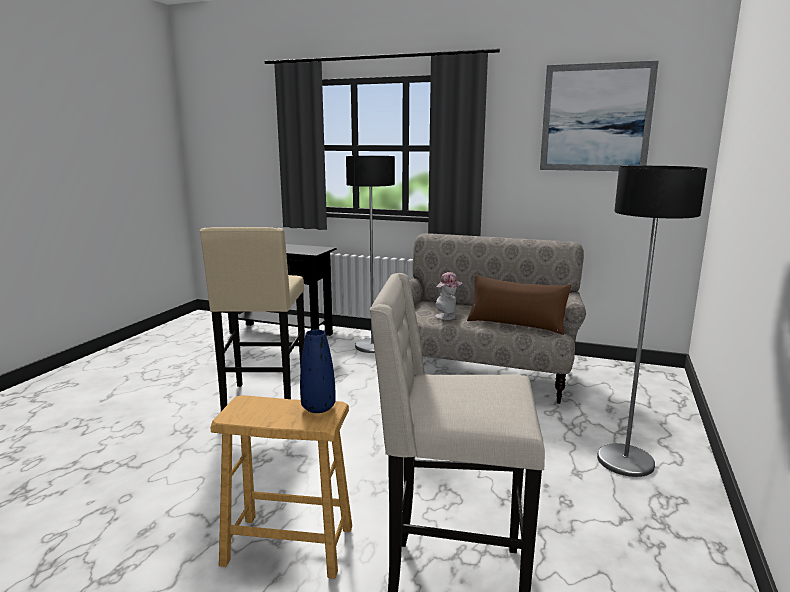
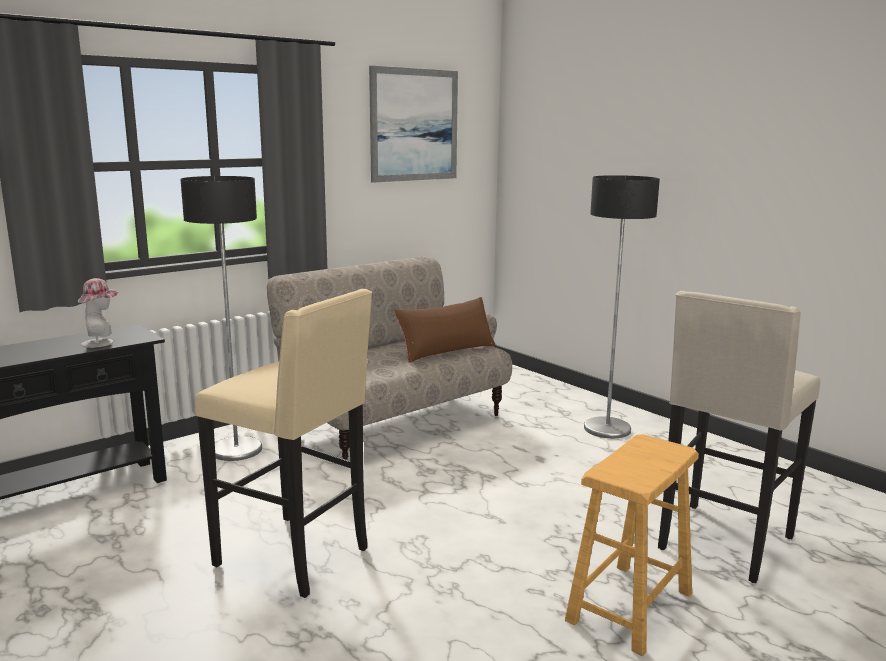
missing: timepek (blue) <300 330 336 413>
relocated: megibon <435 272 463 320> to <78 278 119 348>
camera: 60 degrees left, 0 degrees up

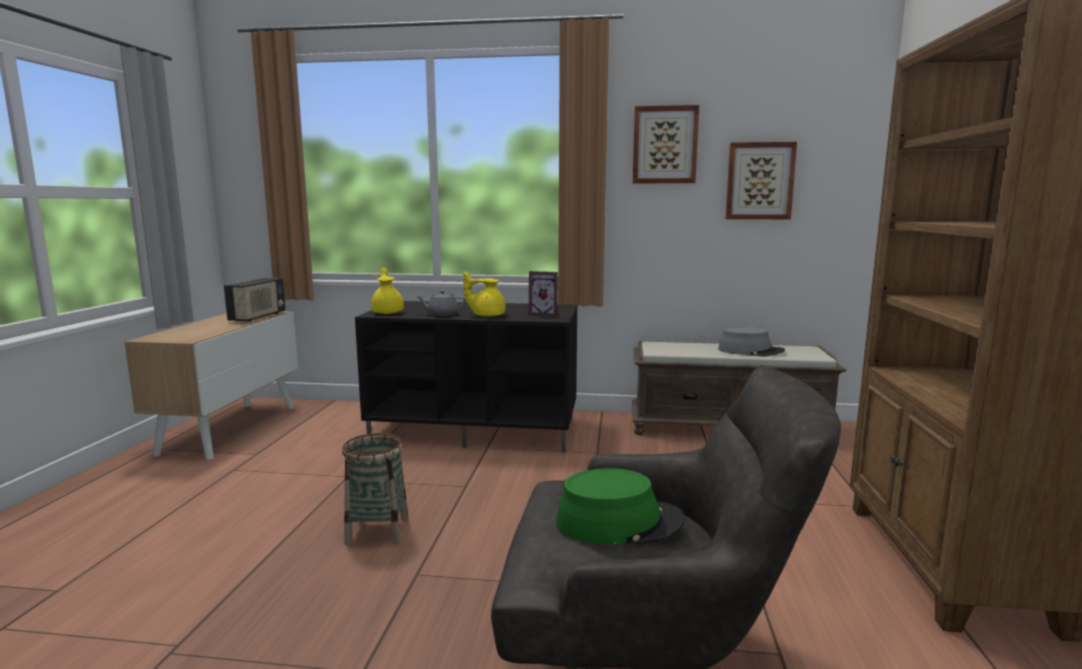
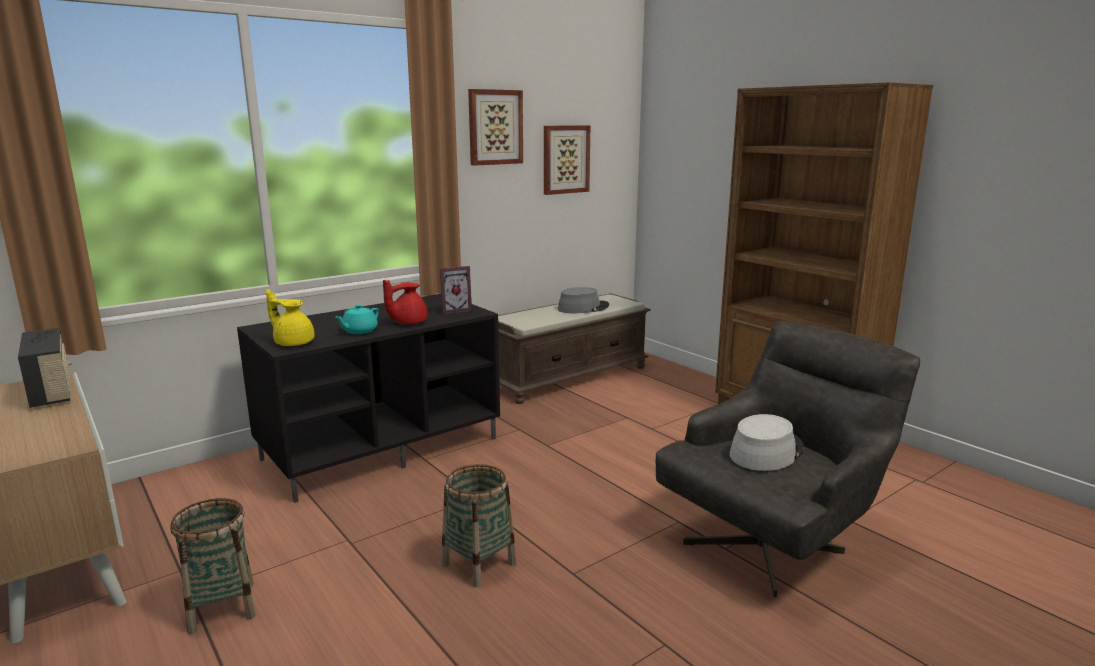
appeared: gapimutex <170 498 256 634>
colour: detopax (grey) <416 290 466 316> to detopax (turquoise) <335 304 379 334>; detopax (yellow) <463 272 506 317> to detopax (red) <383 280 427 325>; megibon (green) <556 468 685 545> to megibon (grey) <730 414 804 471>
camera: 45 degrees left, 5 degrees up

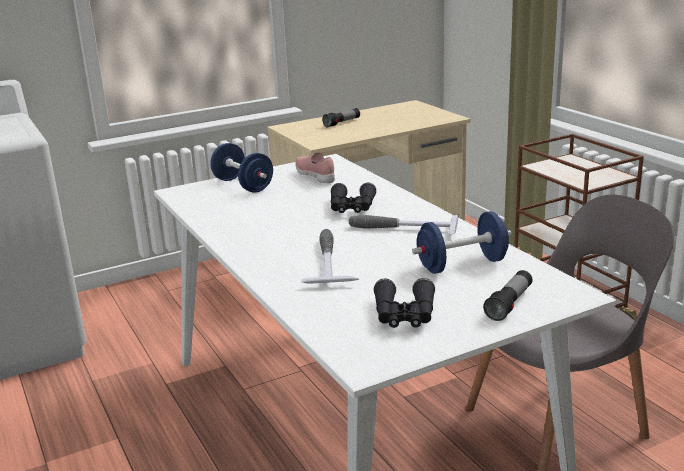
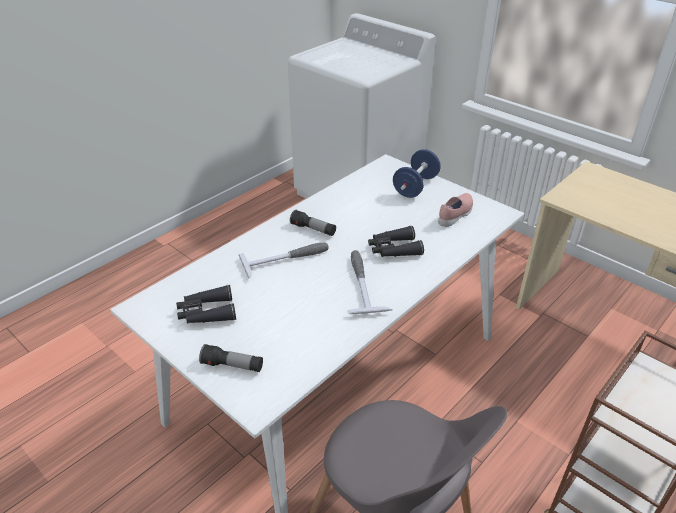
missing: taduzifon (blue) <412 211 512 274>
relocated: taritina <322 108 360 128> to <290 210 336 236>
camera: 70 degrees right, 15 degrees up

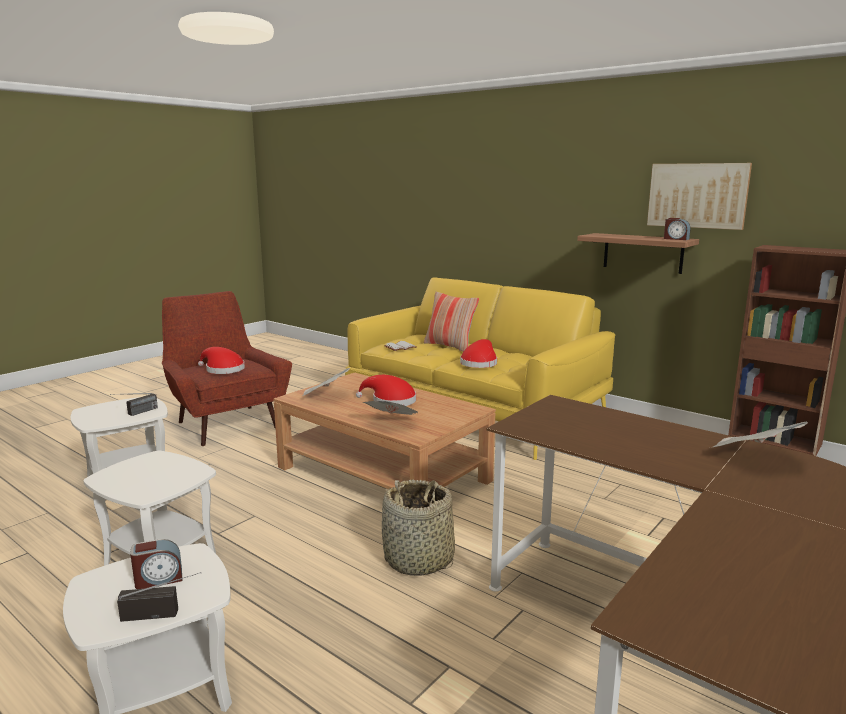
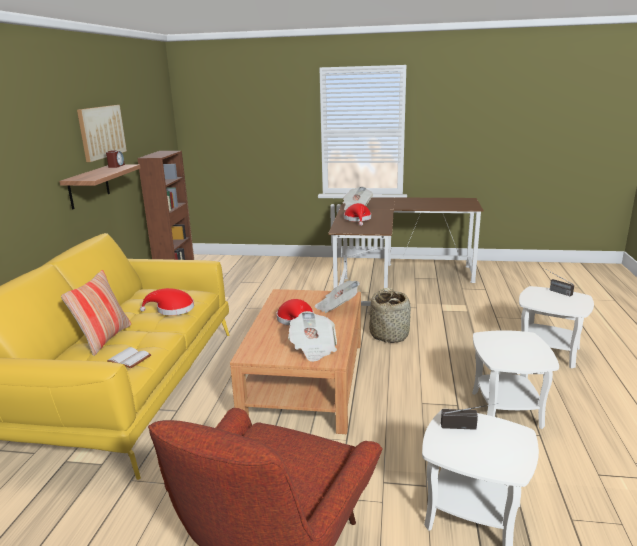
missing: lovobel <130 539 182 589>
relocated: megibon (red) <198 347 245 374> to <344 203 371 226>
camera: 120 degrees left, 5 degrees up

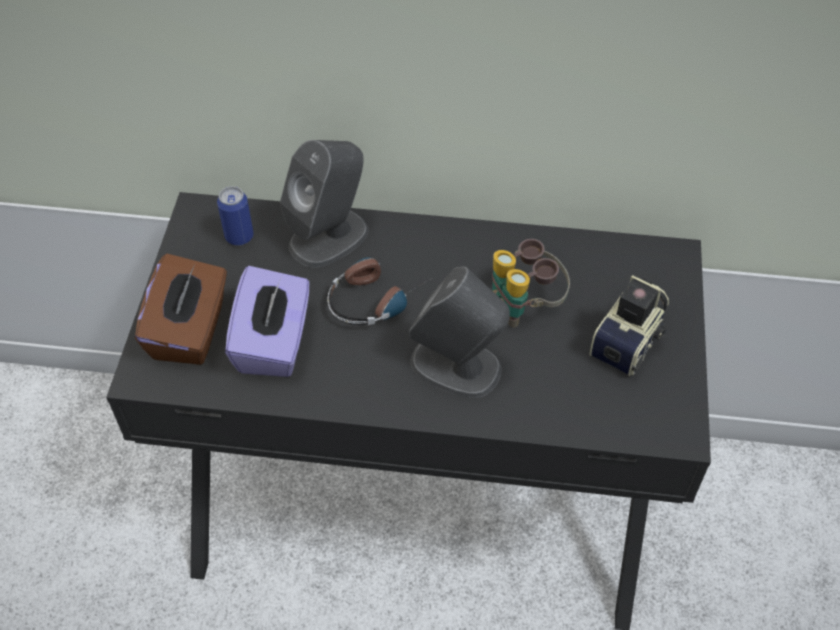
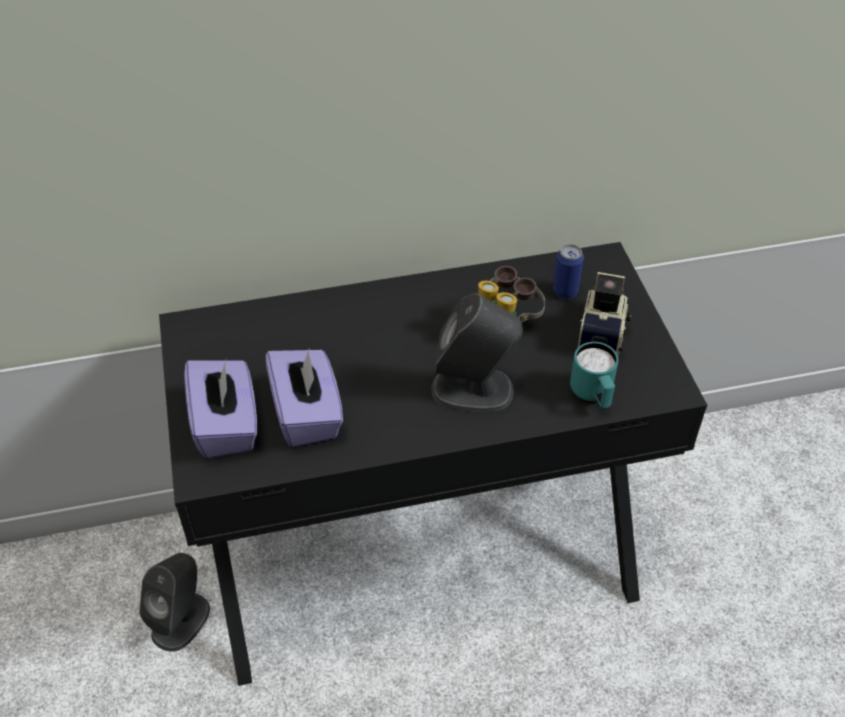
missing: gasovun <327 257 432 325>
appeared: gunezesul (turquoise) <570 342 619 408>
relocated: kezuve <217 186 254 246> to <553 244 584 299>; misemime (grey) <280 140 369 268> to <139 553 210 652>
colour: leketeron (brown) <135 254 227 365> to leketeron (purple) <184 360 257 458>
camera: 20 degrees left, 5 degrees down

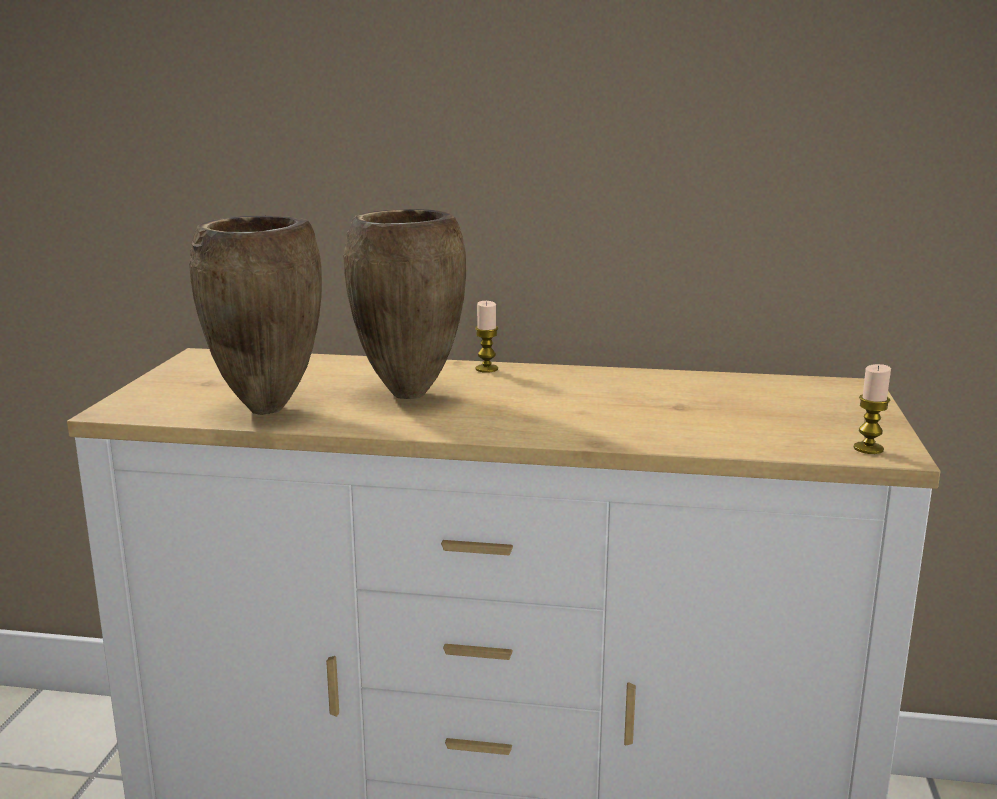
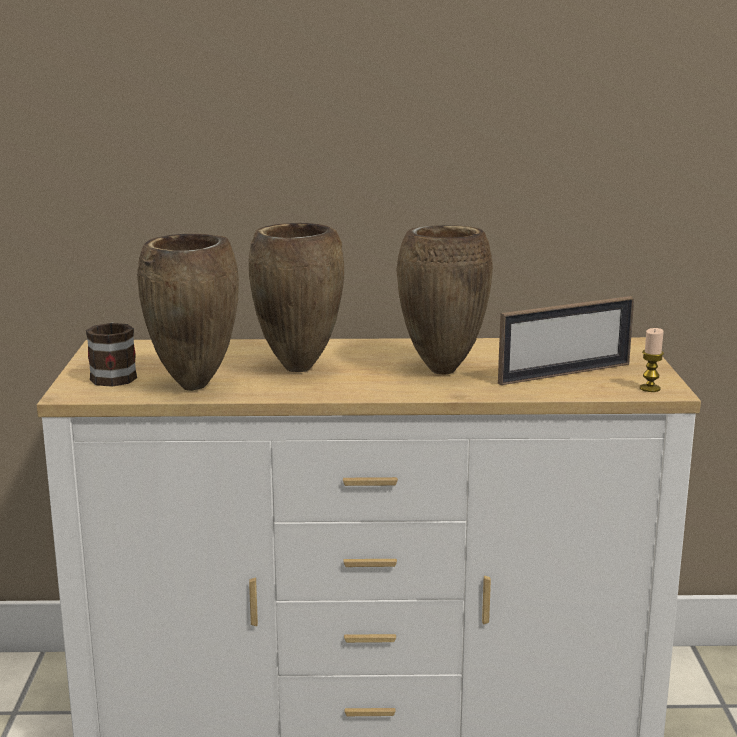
missing: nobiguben <475 301 498 373>
appeared: gunezesul <86 323 137 387>; timepek (brown) <396 225 493 375>; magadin <498 296 634 385>
camera: 10 degrees left, 0 degrees up

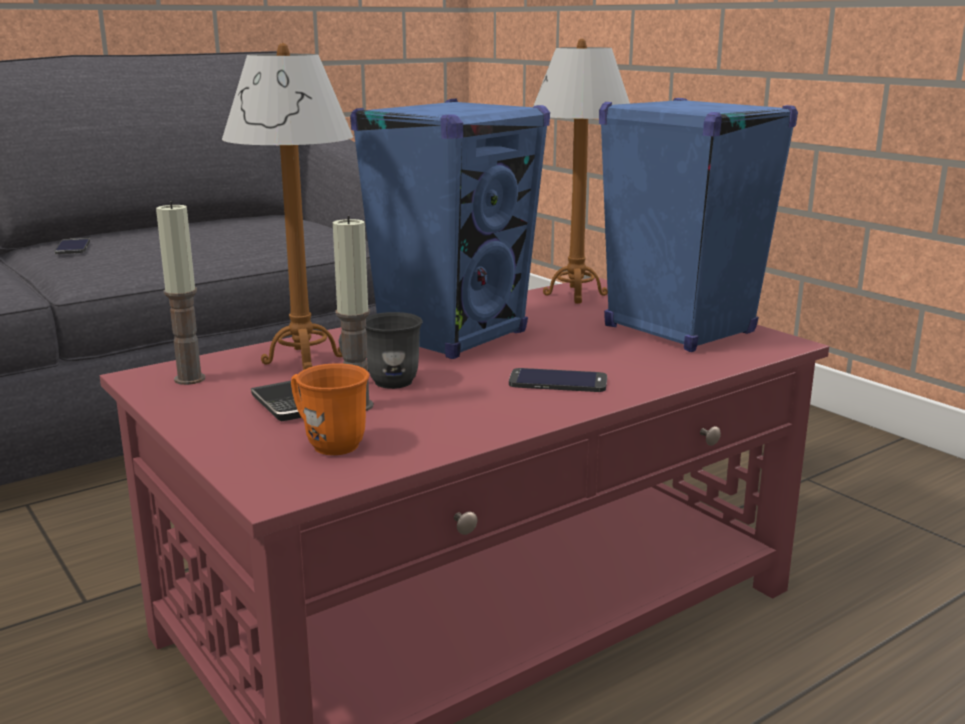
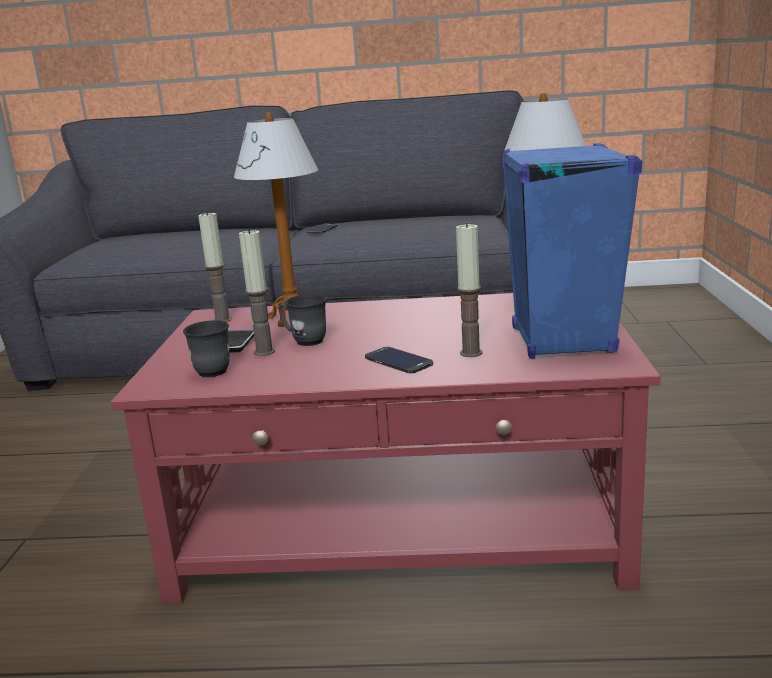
missing: misemime (blue) <350 99 550 359>
appeared: nobiguben <456 222 483 357>
colour: gunezesul (orange) <291 363 369 455> to gunezesul (grey) <183 320 230 377>
camera: 40 degrees right, 0 degrees up

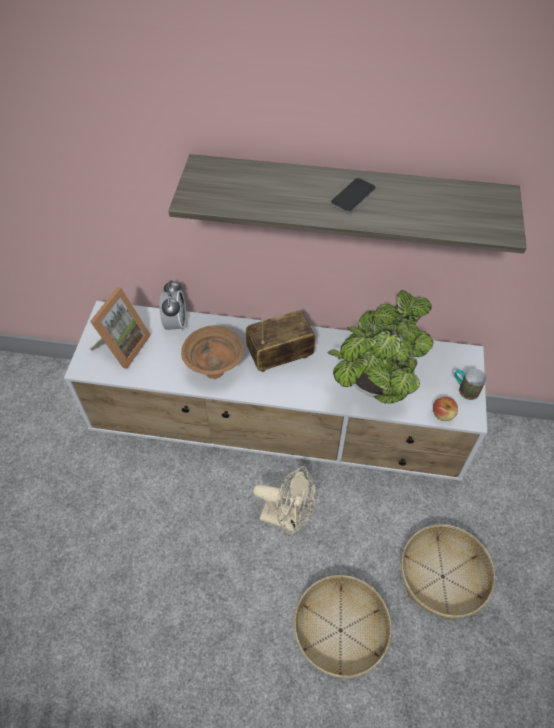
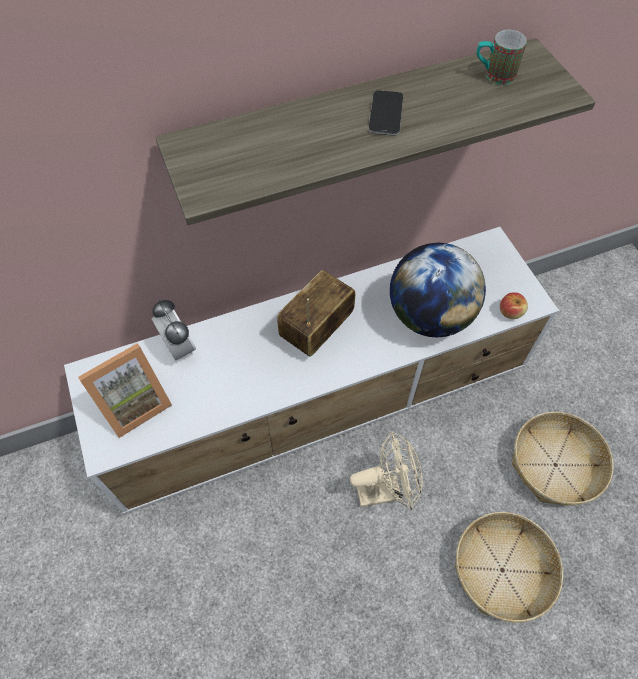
missing: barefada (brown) <181 326 244 379>
relocated: gunezesul <454 368 486 400> to <477 30 527 85>
exchanged: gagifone <328 290 434 404> to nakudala <390 243 486 337>
spun: magadin <90 287 151 369> = <78 343 172 438> 60 degrees clockwise
camera: 30 degrees left, 5 degrees up

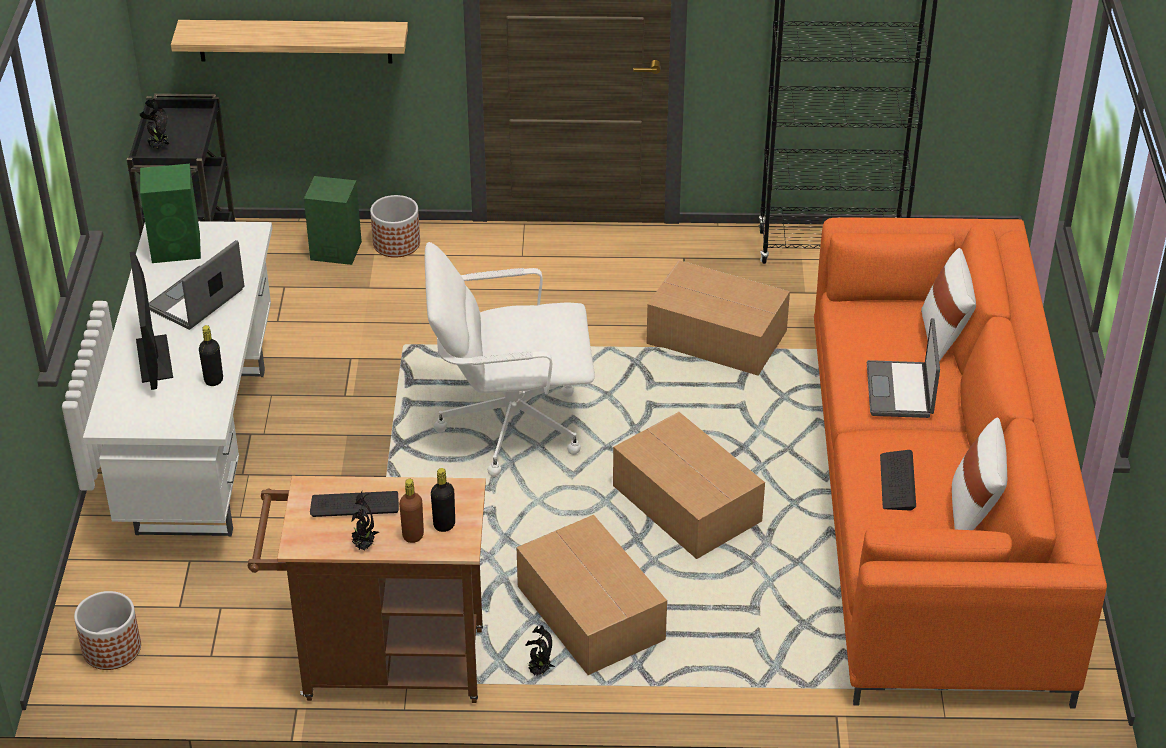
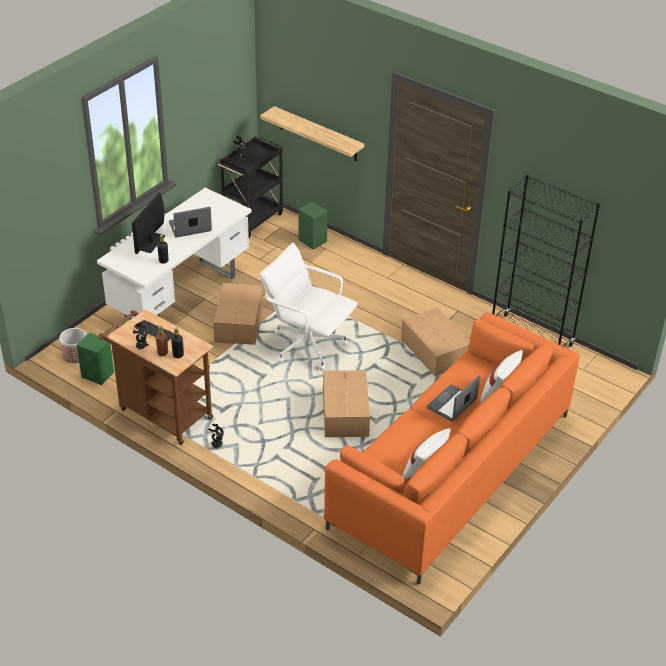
missing: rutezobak <370 195 420 258>; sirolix <880 450 916 511>
relocated: misemime (green) <140 164 201 263> to <77 332 114 385>; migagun <517 515 667 675> to <214 283 263 345>
camera: 35 degrees right, 0 degrees up

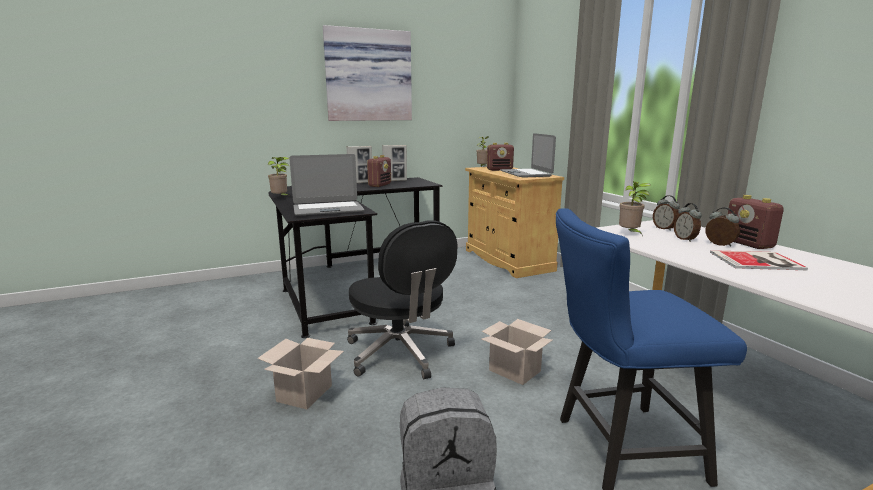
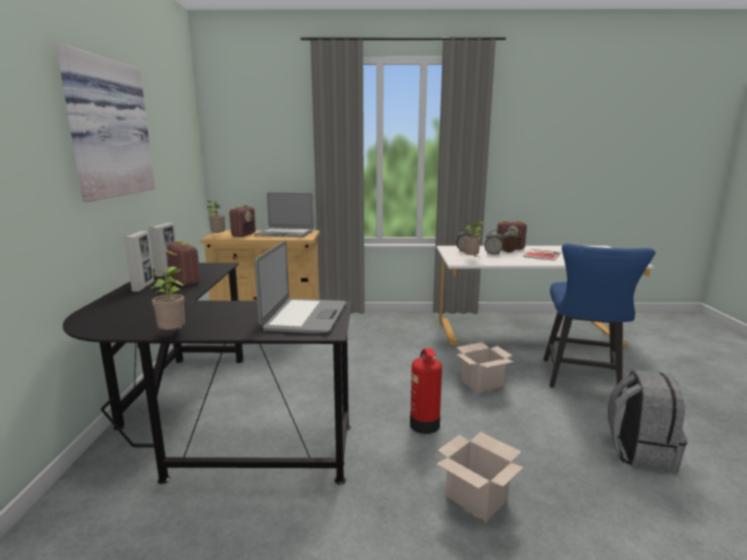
exchanged: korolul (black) <347 220 457 379> to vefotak <410 348 442 434>
camera: 65 degrees left, 0 degrees up

